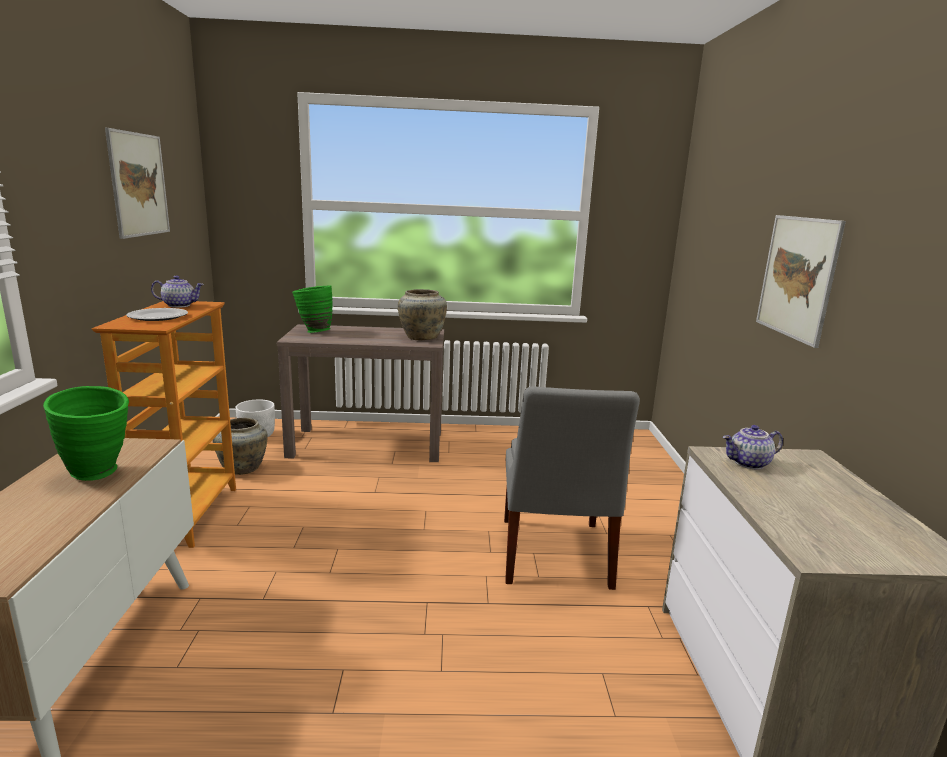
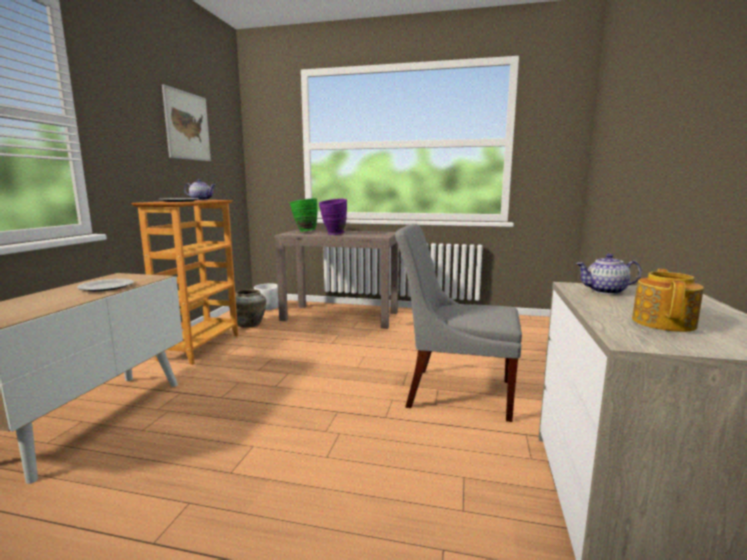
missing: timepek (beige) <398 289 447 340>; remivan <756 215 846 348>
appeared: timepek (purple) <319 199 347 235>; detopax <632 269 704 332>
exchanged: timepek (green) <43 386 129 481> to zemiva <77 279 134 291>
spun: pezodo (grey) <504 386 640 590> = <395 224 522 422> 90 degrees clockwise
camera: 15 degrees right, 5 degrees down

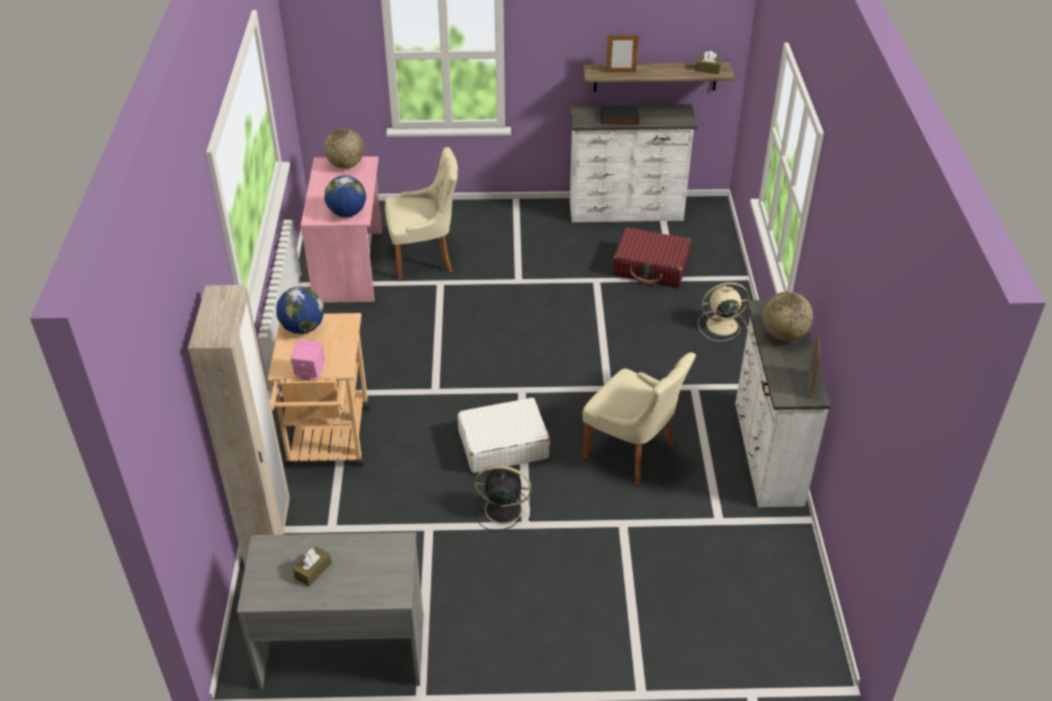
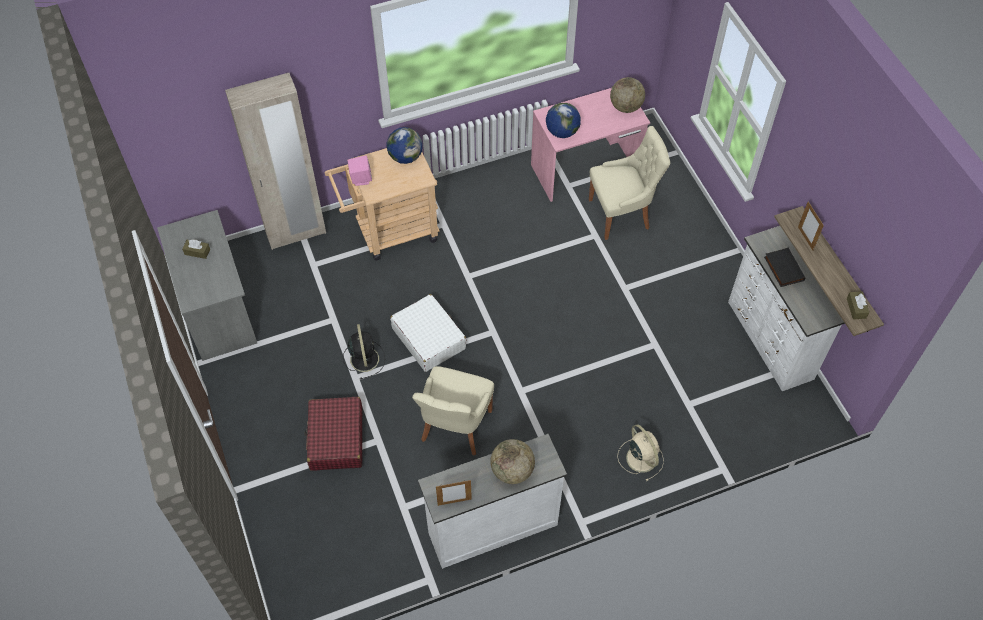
relocated: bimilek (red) <613 227 691 288> to <305 397 362 471>
spun: pezodo (beige) <385 147 458 279> = <589 126 670 240> 75 degrees counterclockwise
camera: 70 degrees right, 15 degrees up

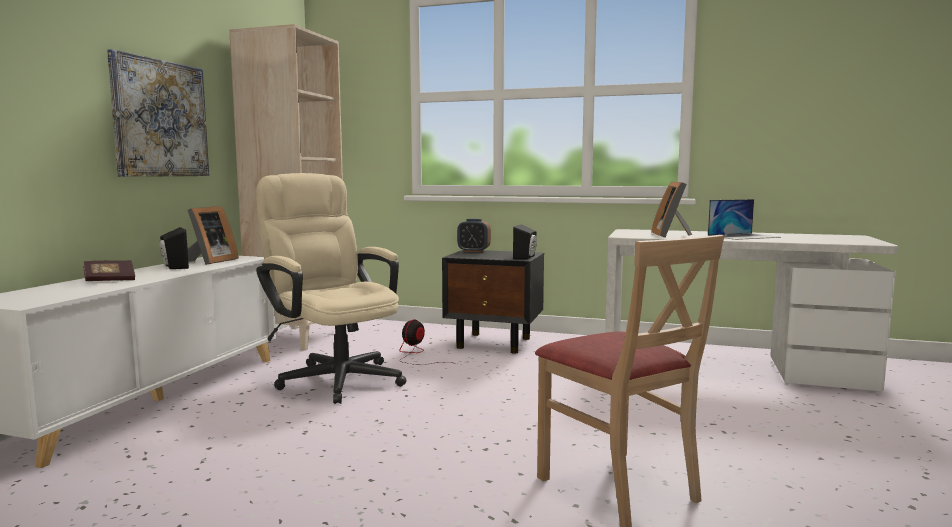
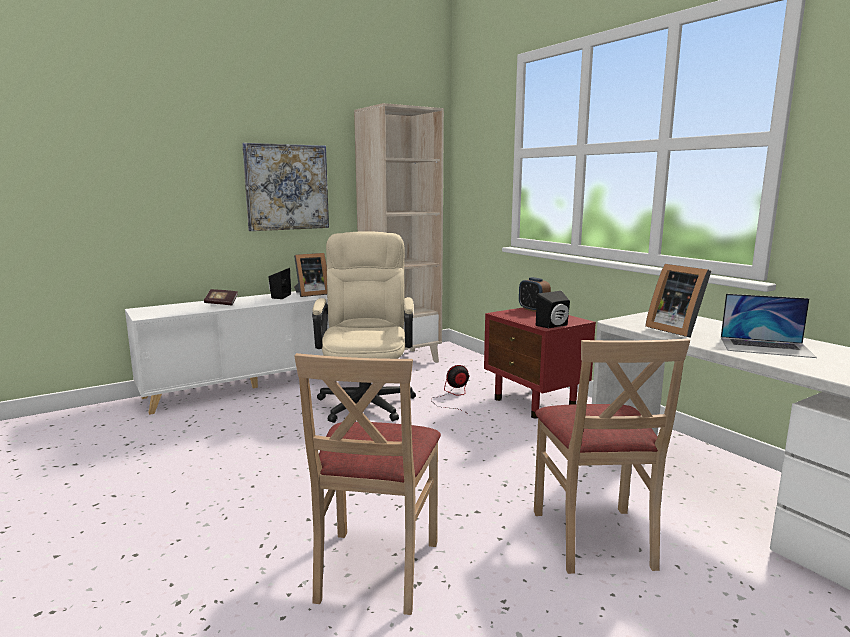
appeared: pezodo (beige) <534 339 690 574>
colour: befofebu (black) <442 250 544 354> to befofebu (red) <484 307 596 418>
spun: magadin <651 182 692 238> = <645 264 711 338> 75 degrees counterclockwise
camera: 40 degrees right, 5 degrees up

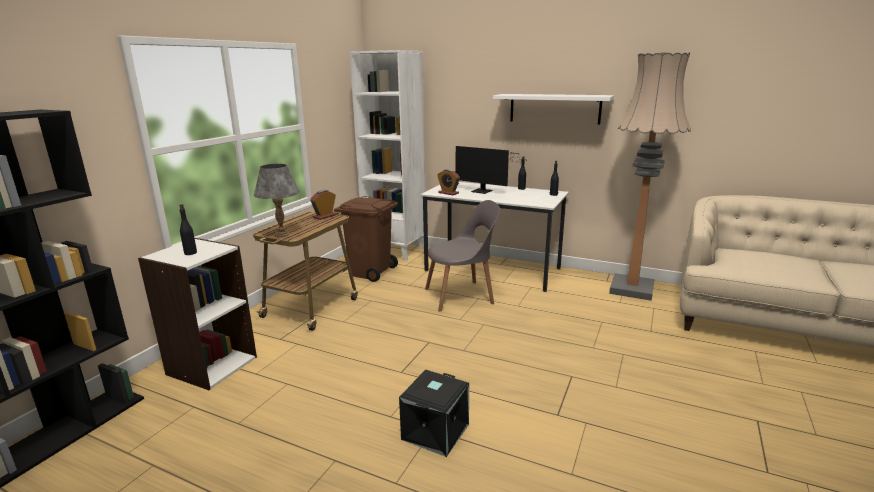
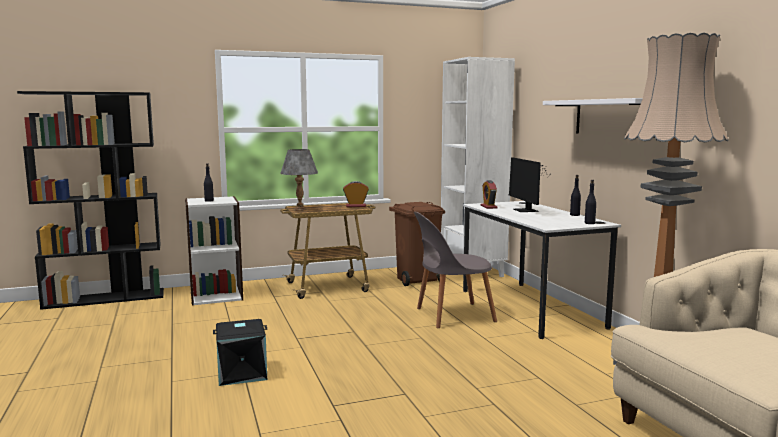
spun: pezodo (grey) <425 200 500 311> = <414 212 497 328> 135 degrees clockwise
camera: 45 degrees right, 10 degrees down

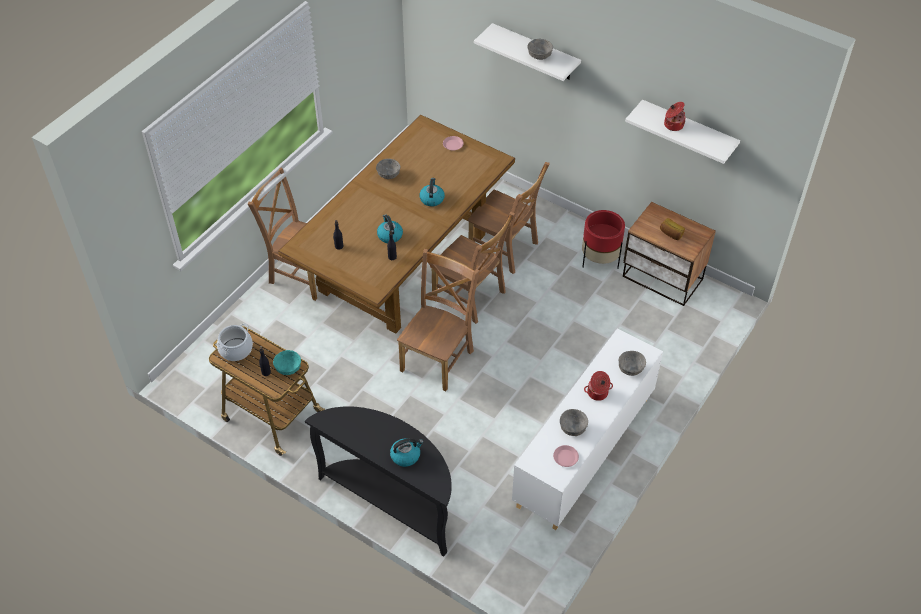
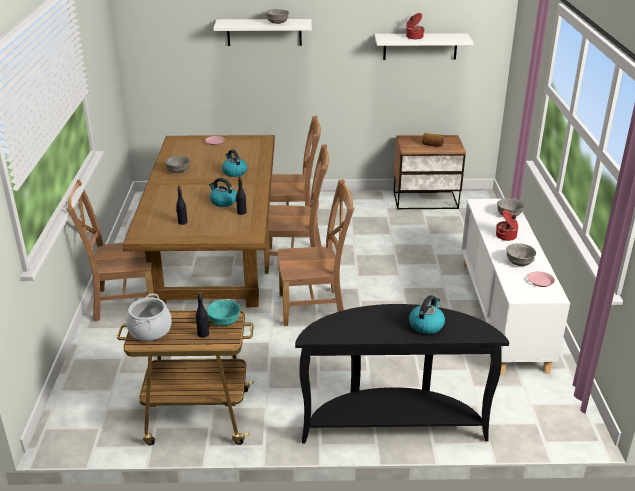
missing: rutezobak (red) <582 210 625 269>
spun: pezodo (brown) <397 249 480 391> = <278 179 354 326> 90 degrees clockwise
camera: 35 degrees left, 20 degrees down

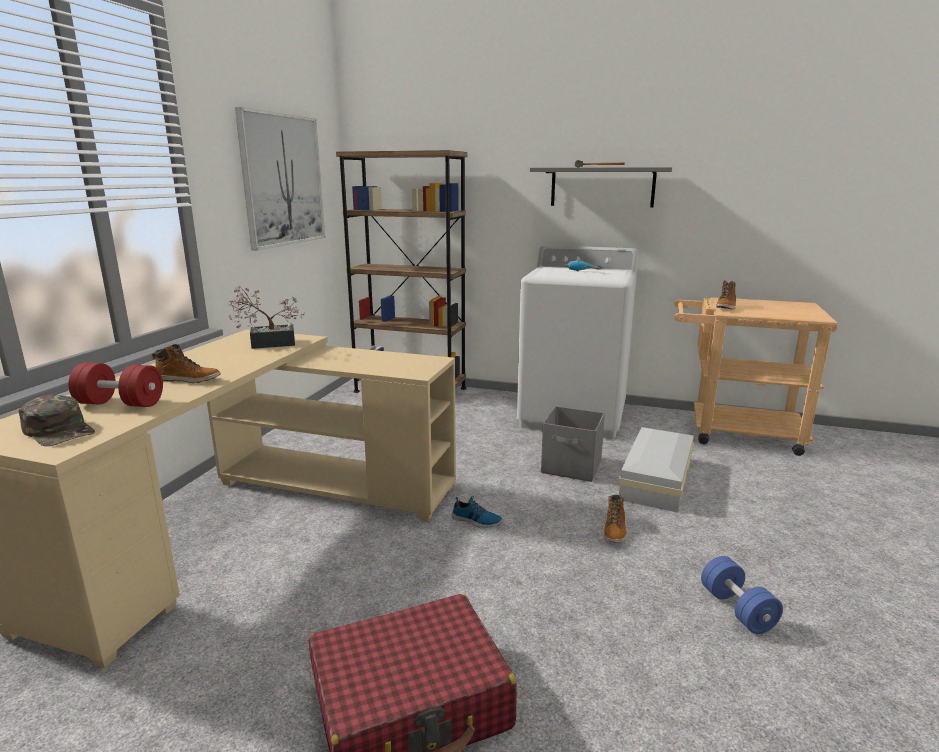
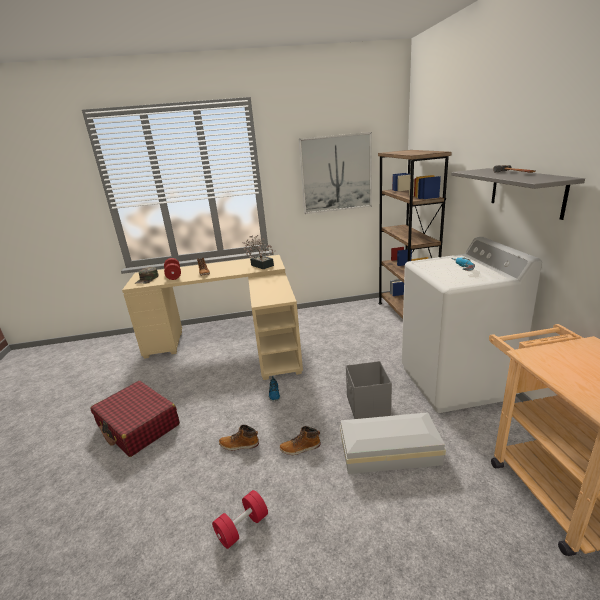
relocated: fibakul <716 280 736 309> to <219 425 259 451>
colour: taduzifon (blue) <701 556 783 634> to taduzifon (red) <212 490 268 549>
camera: 65 degrees right, 5 degrees up

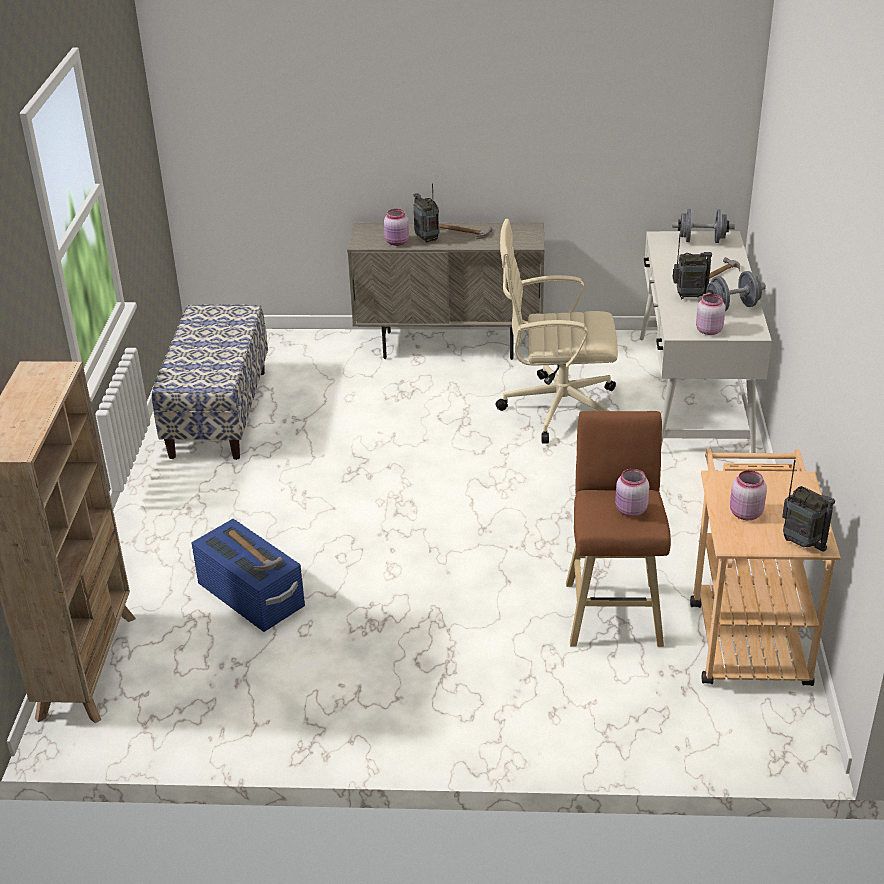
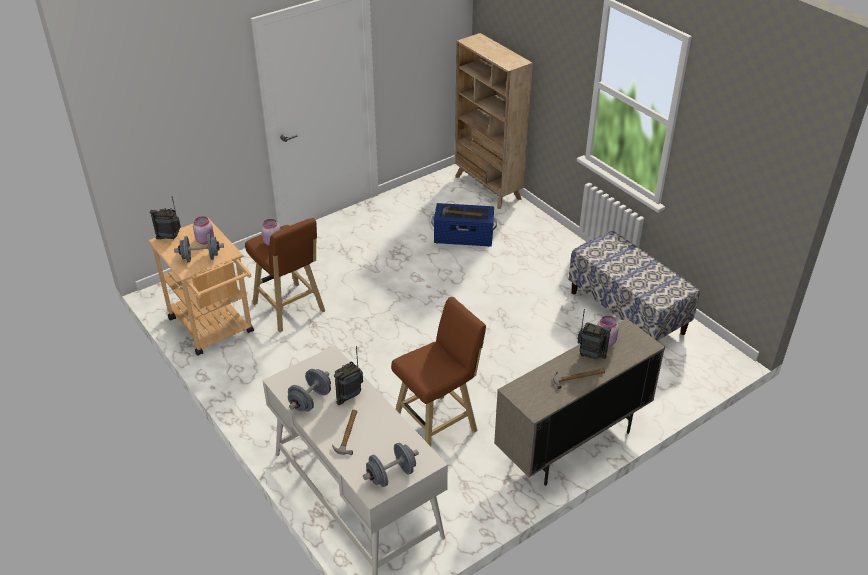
missing: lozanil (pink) <696 294 726 335>
appeared: taduzifon (grey) <174 234 224 262>
exchanged: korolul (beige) <496 219 618 443> to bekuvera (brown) <391 297 486 446>
camera: 140 degrees right, 5 degrees up

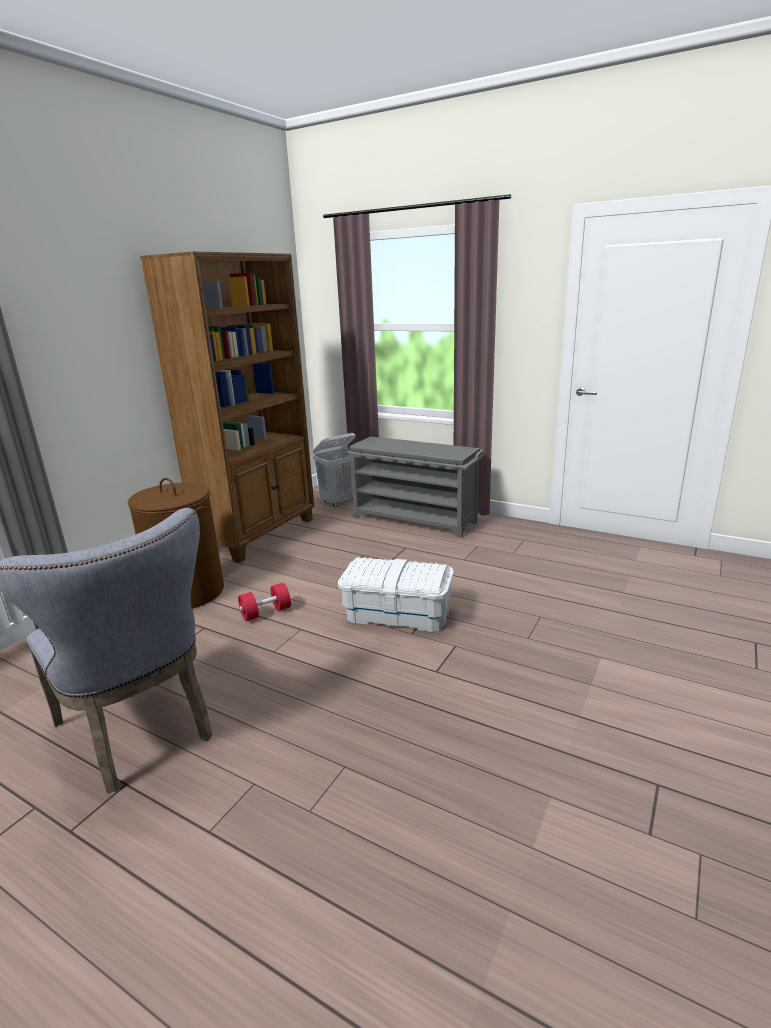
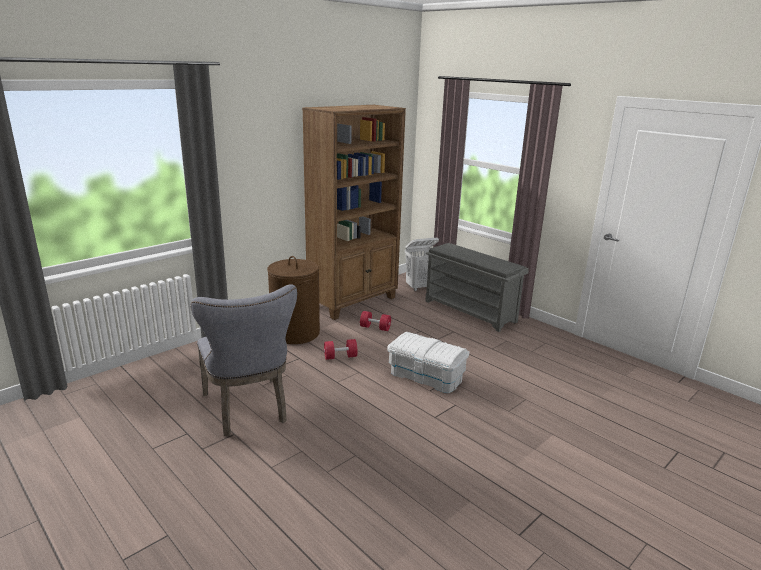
appeared: taduzifon (red) <360 311 391 331>
camera: 15 degrees right, 0 degrees up

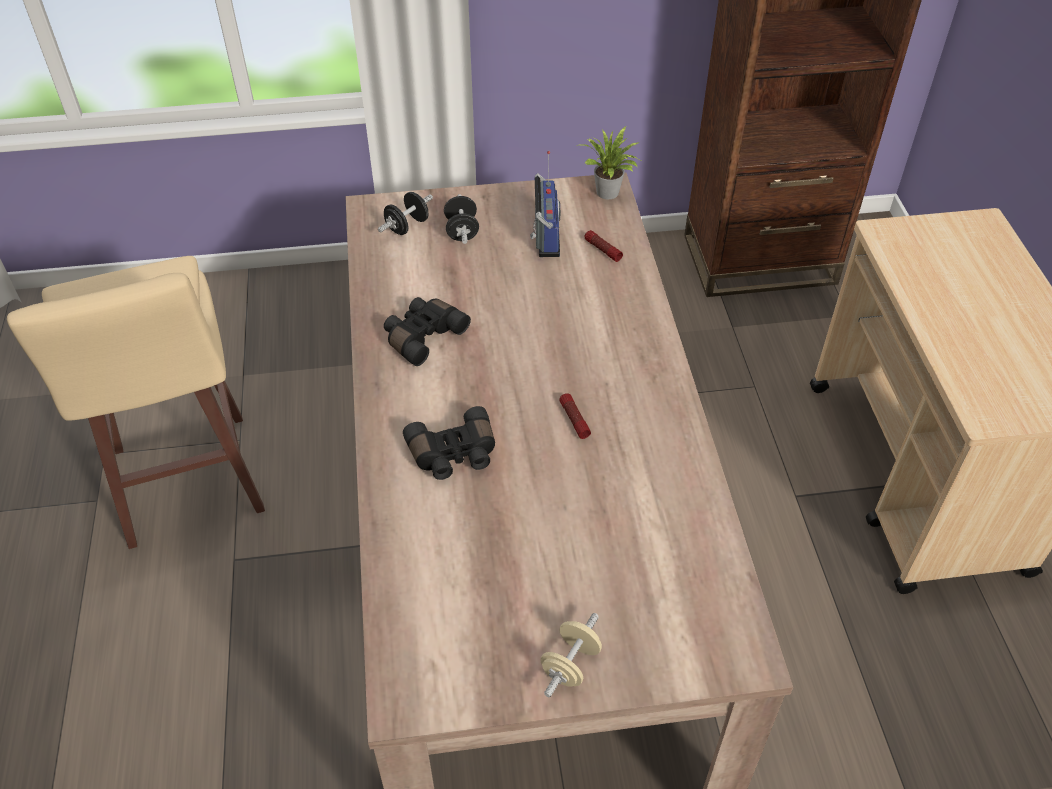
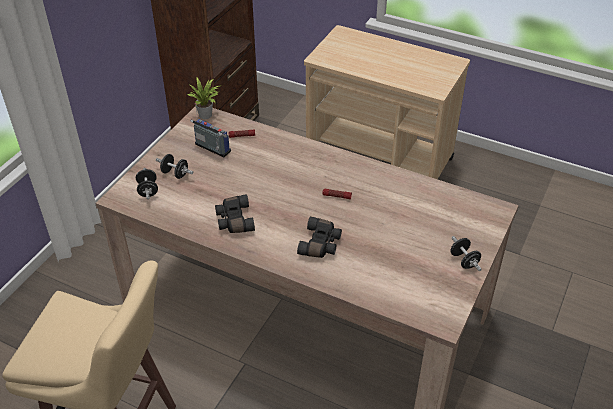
colour: taduzifon (beige) <540 613 602 697> to taduzifon (black) <450 236 482 271>
camera: 55 degrees left, 5 degrees down

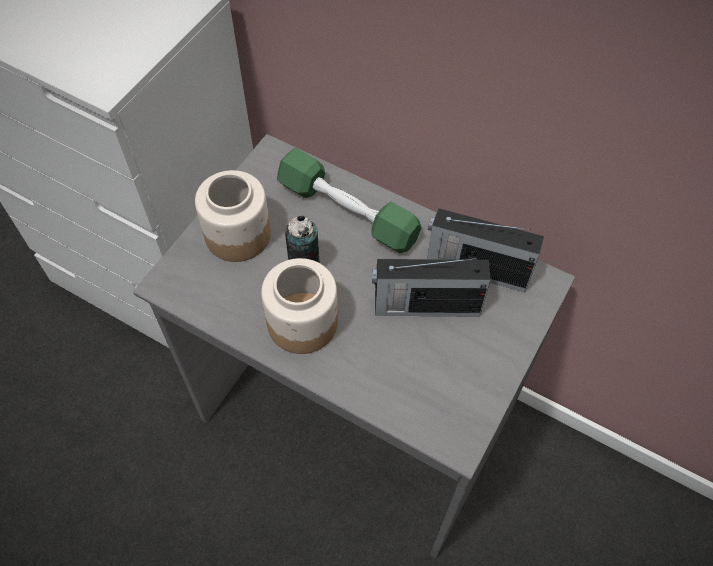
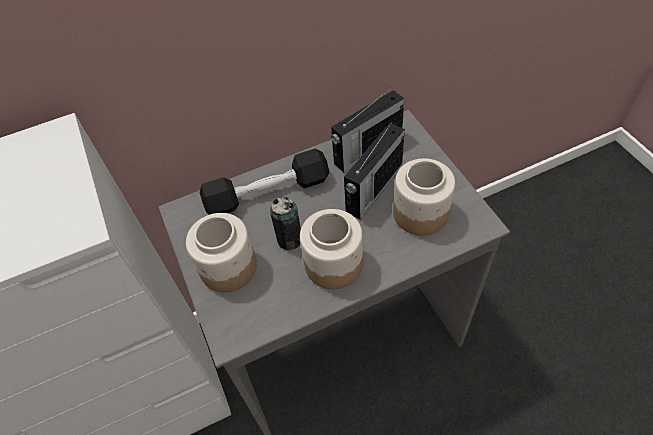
appeared: lozanil <393 158 455 236>
colour: taduzifon (green) <277 148 422 253> to taduzifon (black) <199 149 329 215>
camera: 50 degrees left, 5 degrees down

